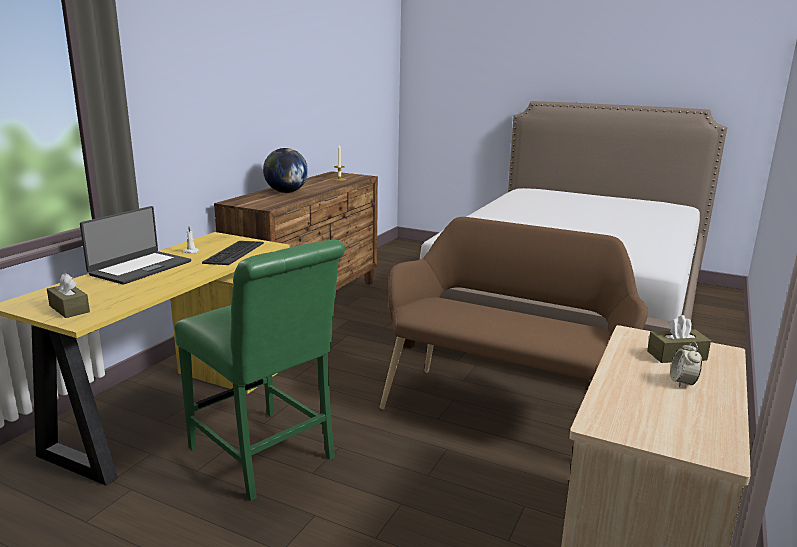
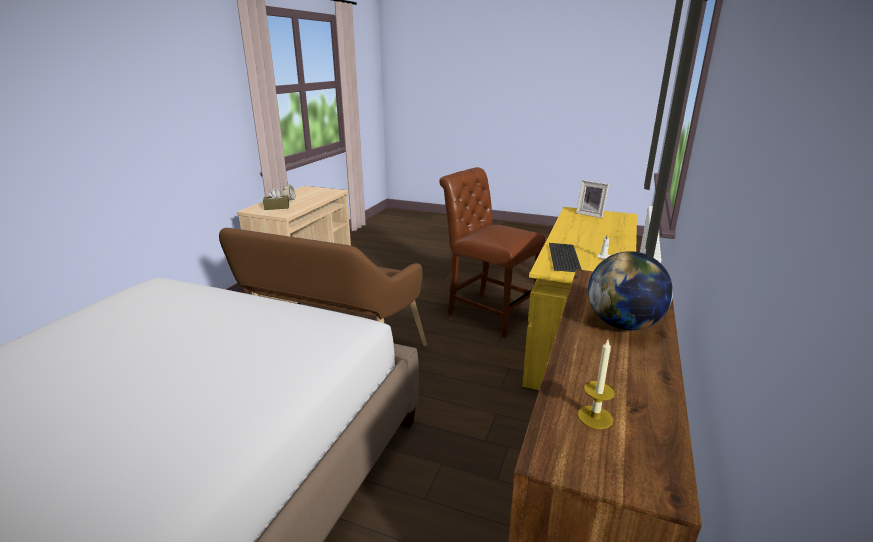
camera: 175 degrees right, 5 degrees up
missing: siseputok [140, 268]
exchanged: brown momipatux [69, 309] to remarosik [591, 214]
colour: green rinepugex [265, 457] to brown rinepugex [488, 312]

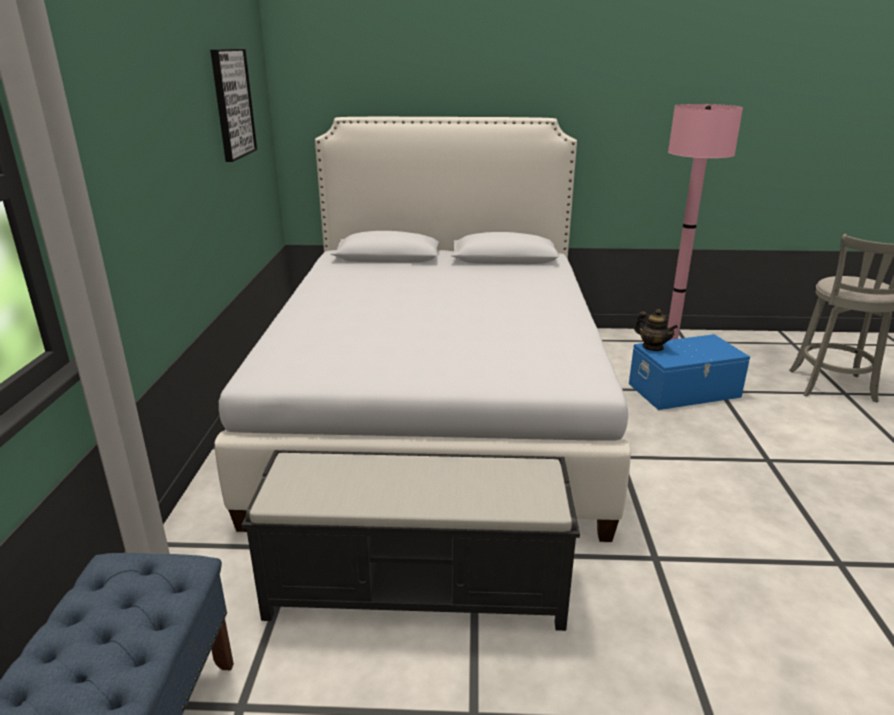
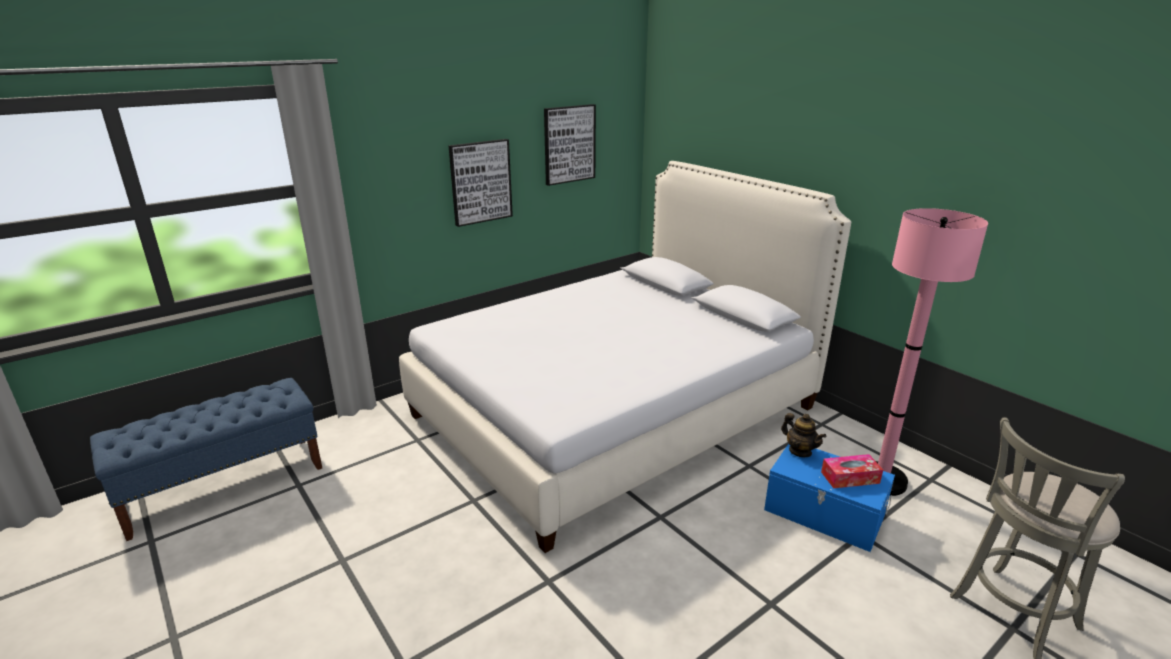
camera: 50 degrees right, 0 degrees up
missing: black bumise [419, 587]
appeared: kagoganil [480, 182]; momipatux [850, 477]
spun: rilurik [652, 347] = [800, 451] 45 degrees counterclockwise

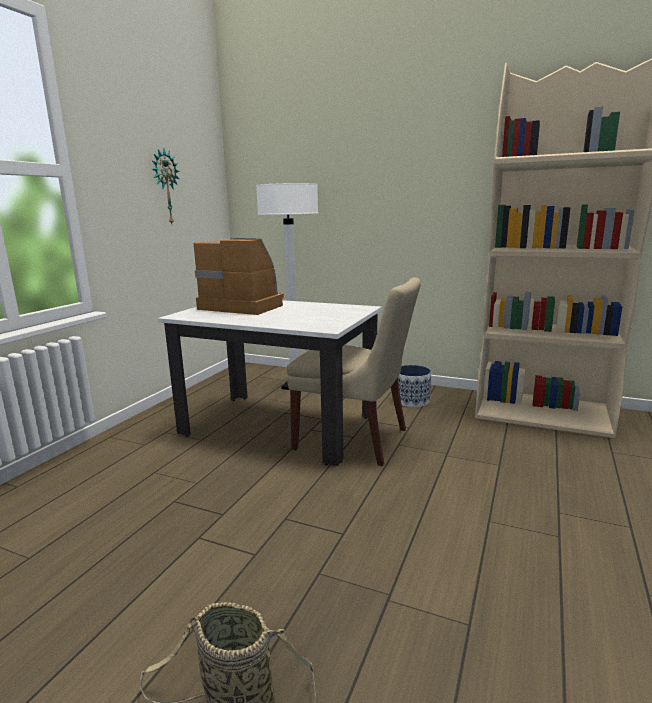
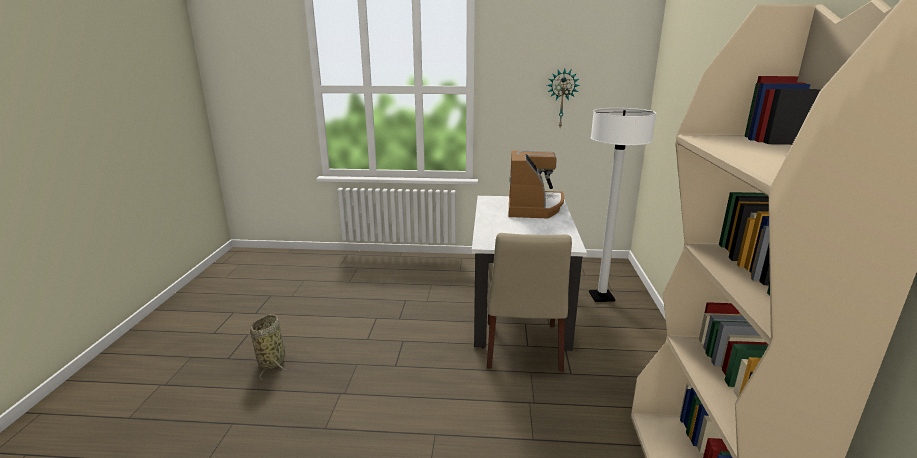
camera: 70 degrees right, 5 degrees up
missing: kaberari [412, 400]

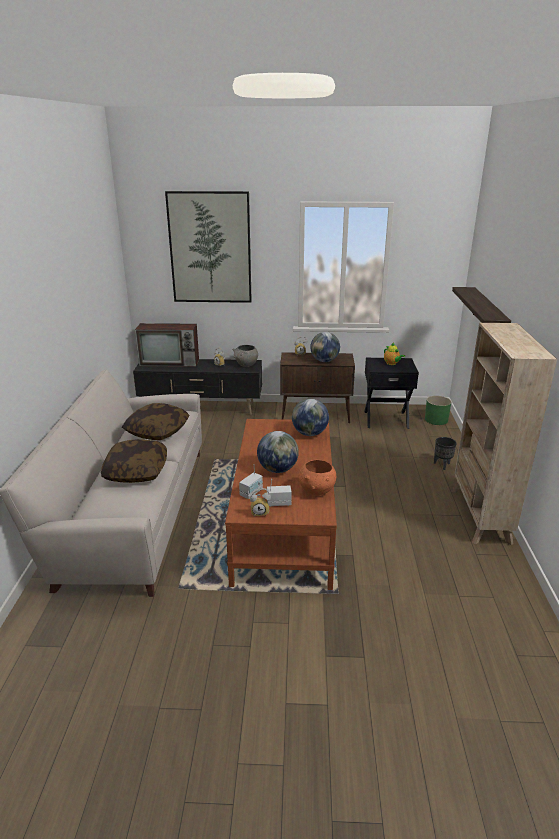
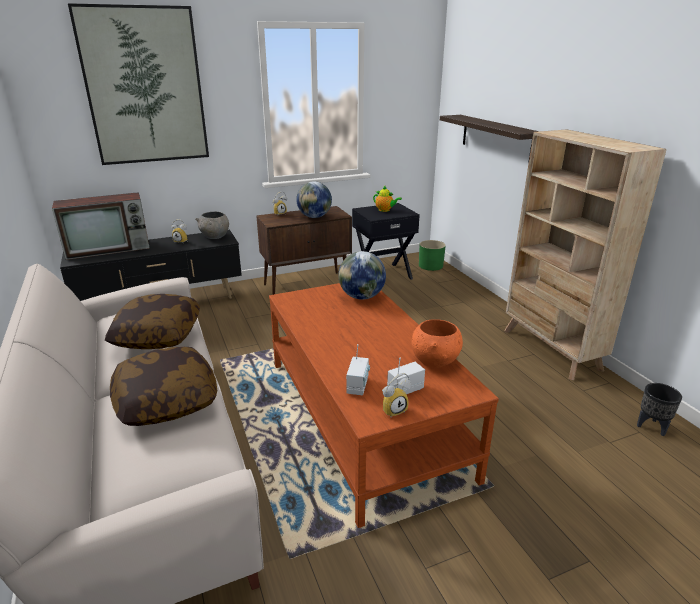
camera: 25 degrees left, 0 degrees up
missing: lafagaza [277, 469]
relocated: black kaberari [442, 465] to [652, 427]

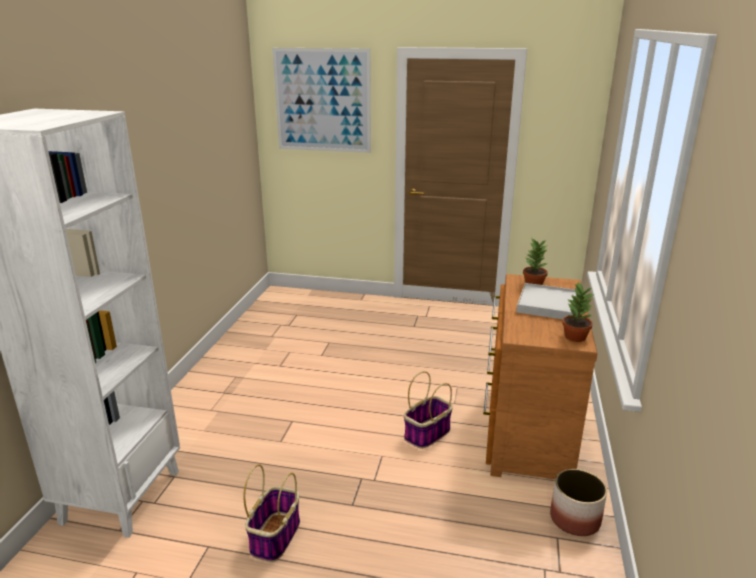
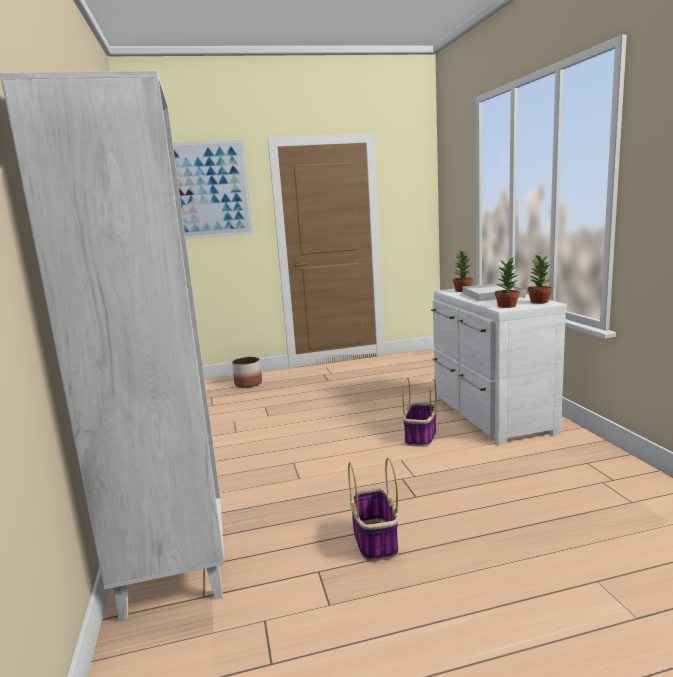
camera: 25 degrees left, 10 degrees down
appeared: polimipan [507, 306]
relocated: kaberari [575, 519] to [248, 383]
colour: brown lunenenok [525, 431] to white lunenenok [489, 415]

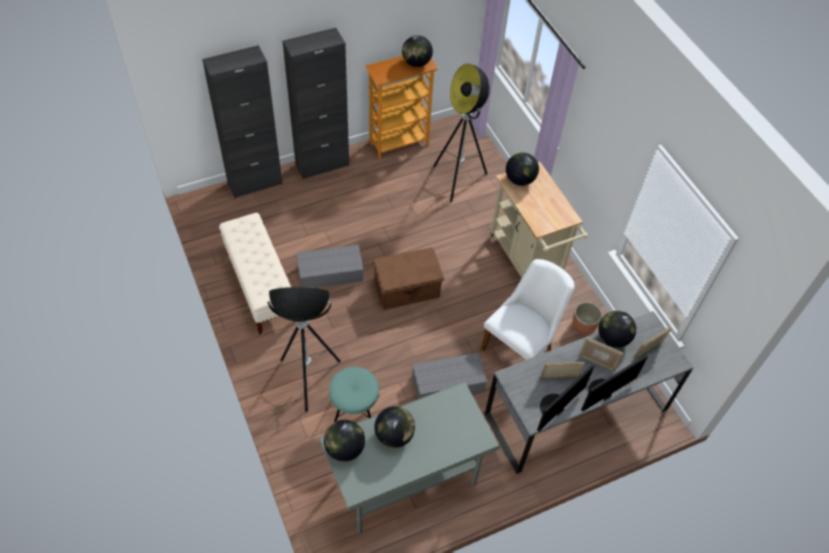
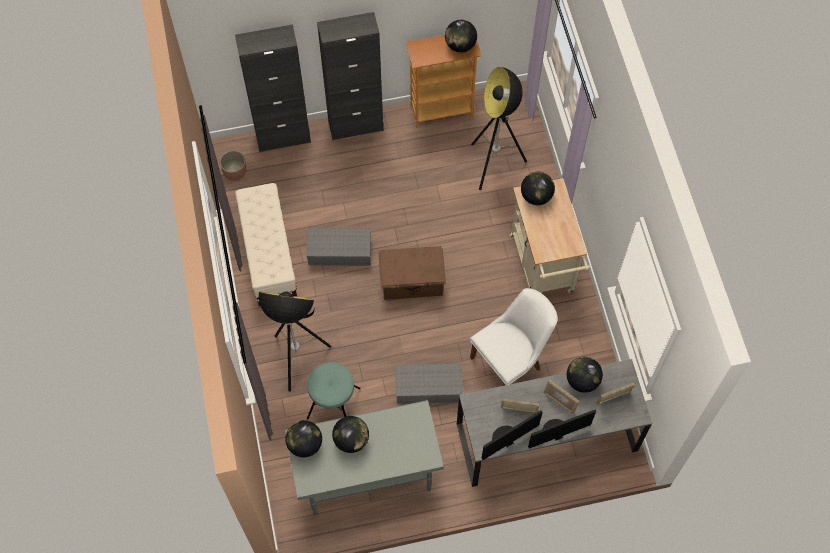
camera: 15 degrees right, 10 degrees up
relocated: kaberari [583, 326] to [235, 172]

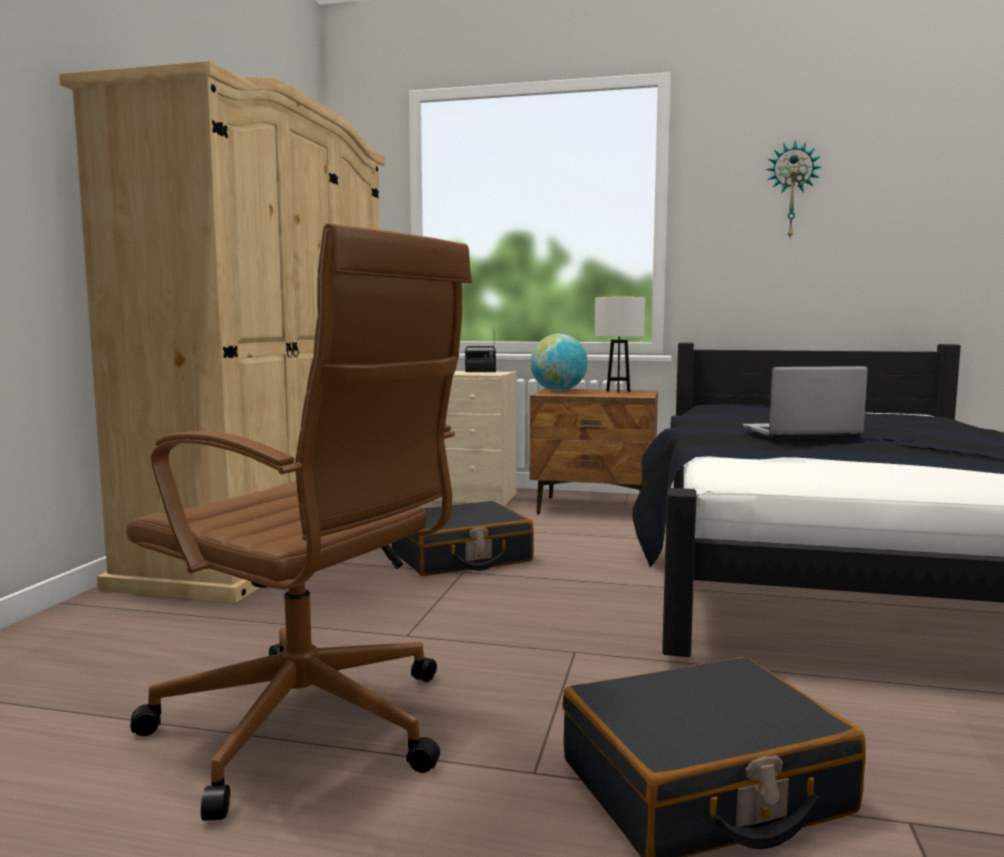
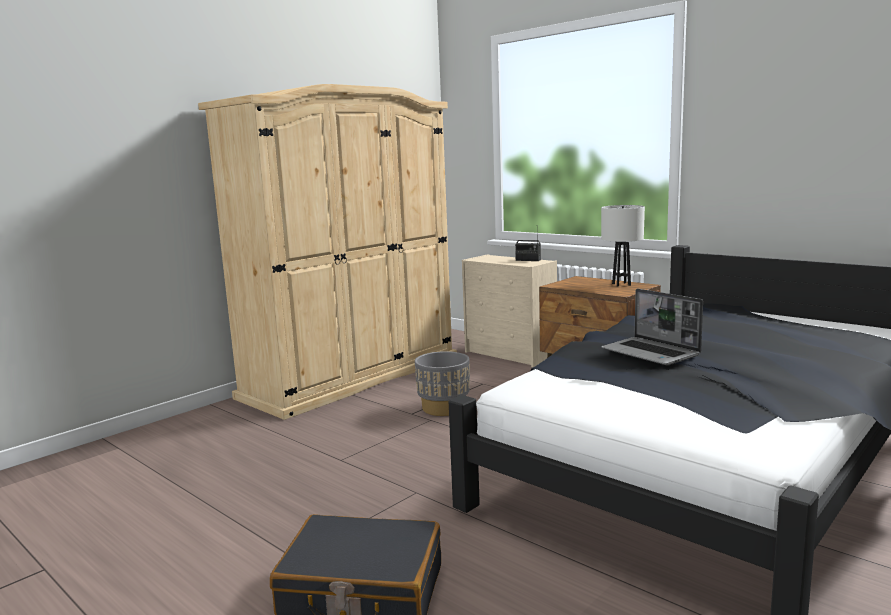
camera: 30 degrees right, 5 degrees up
missing: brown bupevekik [310, 729]; lafagaza [558, 391]; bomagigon [792, 191]
exchanged: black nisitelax [461, 557] to grey kaberari [444, 408]
spun: siseputok [799, 433] = [651, 353] 150 degrees counterclockwise

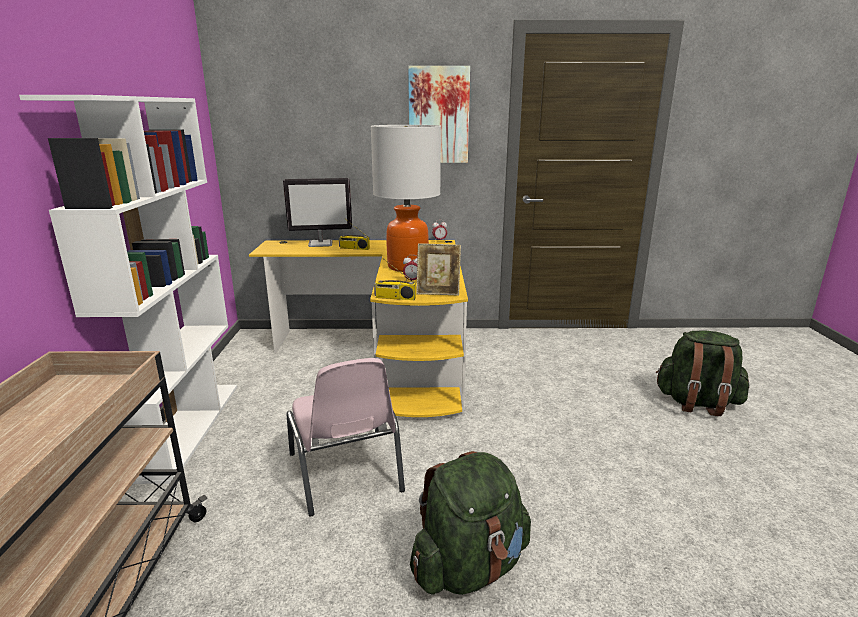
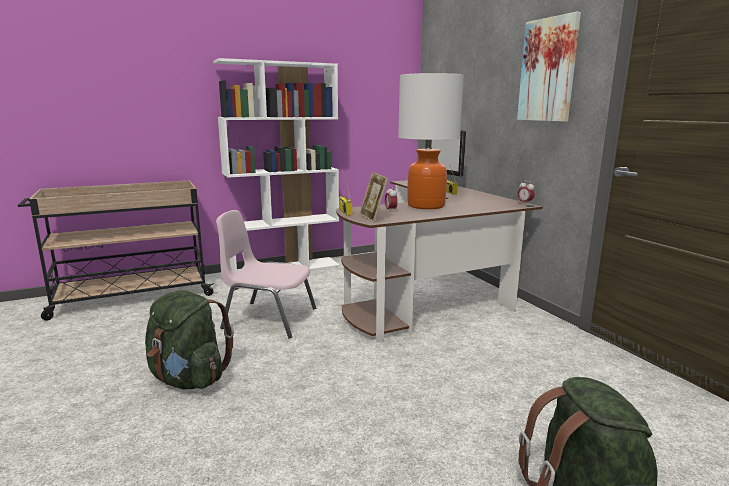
camera: 65 degrees right, 5 degrees down
colour: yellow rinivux [386, 359] to brown rinivux [434, 295]
spun: pink rinepugex [346, 473] = [268, 318] 60 degrees clockwise

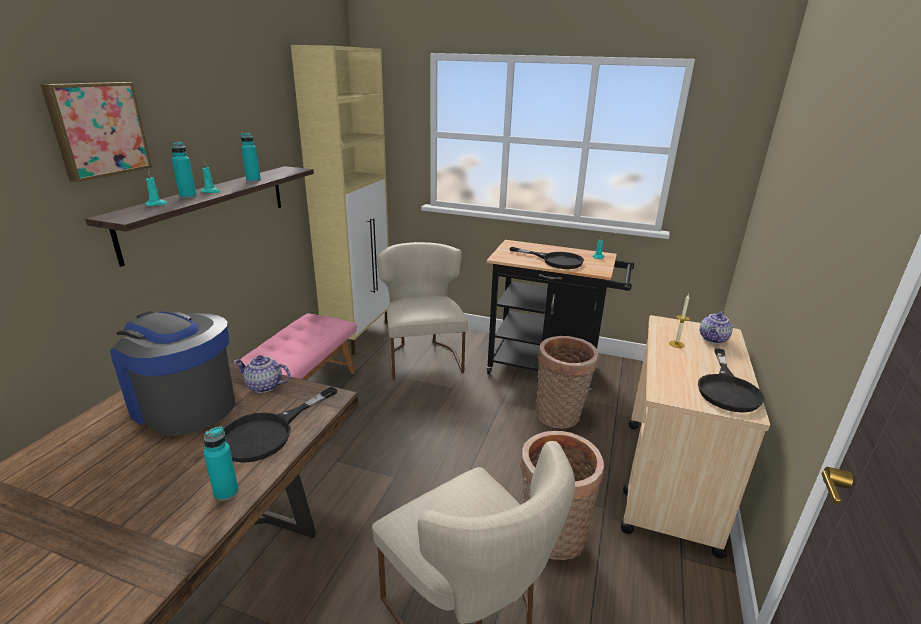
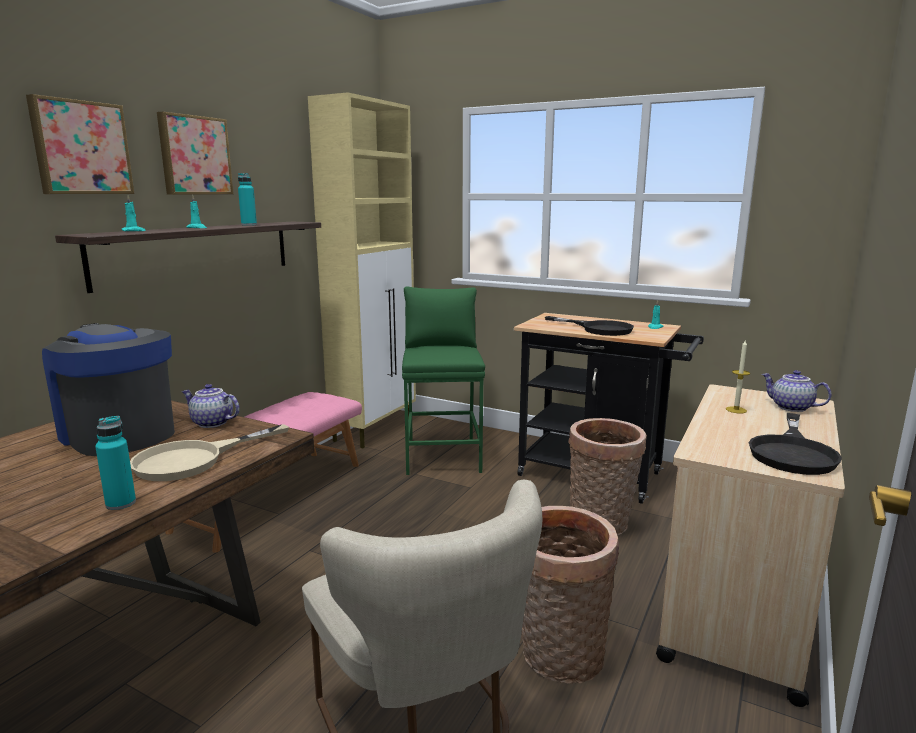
camera: 10 degrees right, 10 degrees down
missing: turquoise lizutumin [188, 197]
appeared: kagoganil [194, 155]
exchanged: beige rinepugex [422, 357] to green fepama [443, 454]
colour: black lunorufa [267, 433] to beige lunorufa [194, 459]
spun: rilurik [713, 339] = [791, 407] 90 degrees clockwise

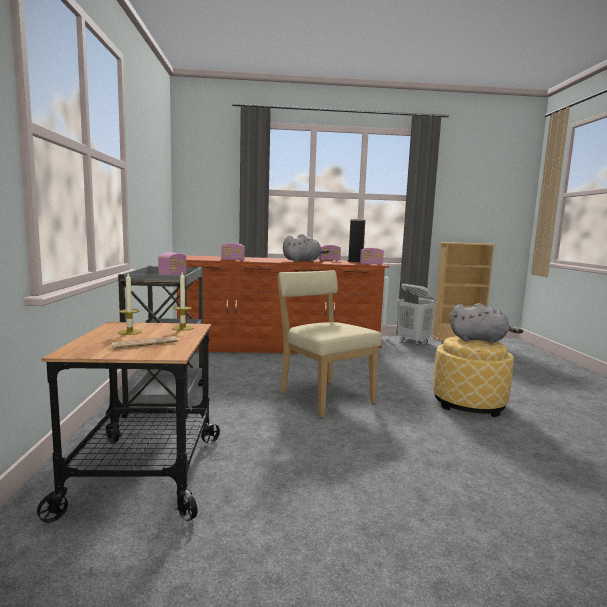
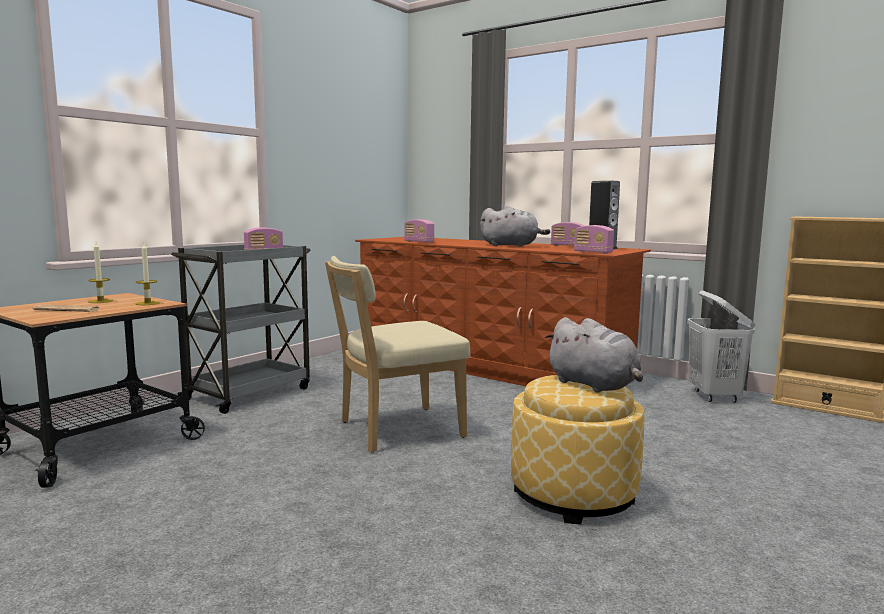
camera: 40 degrees right, 0 degrees up
spun: beige rinepugex [323, 396] = [395, 430] 120 degrees counterclockwise

